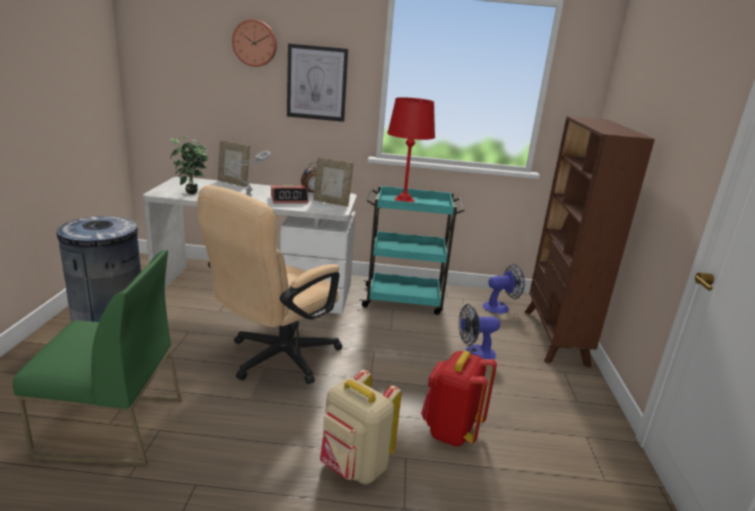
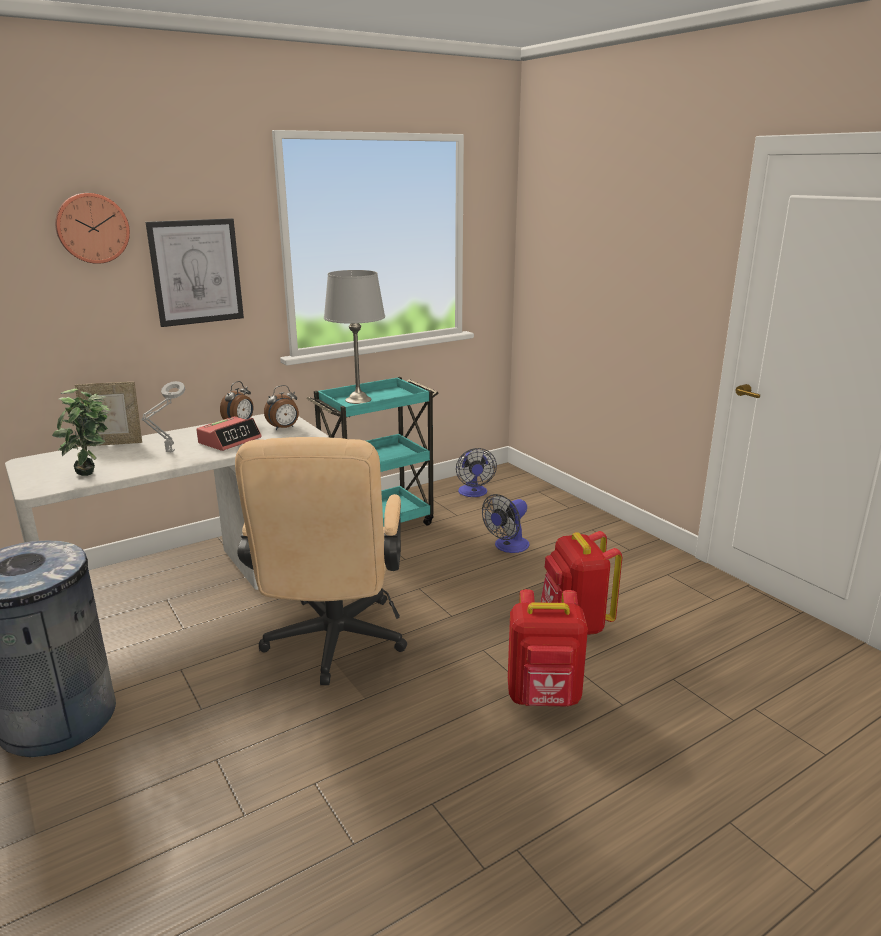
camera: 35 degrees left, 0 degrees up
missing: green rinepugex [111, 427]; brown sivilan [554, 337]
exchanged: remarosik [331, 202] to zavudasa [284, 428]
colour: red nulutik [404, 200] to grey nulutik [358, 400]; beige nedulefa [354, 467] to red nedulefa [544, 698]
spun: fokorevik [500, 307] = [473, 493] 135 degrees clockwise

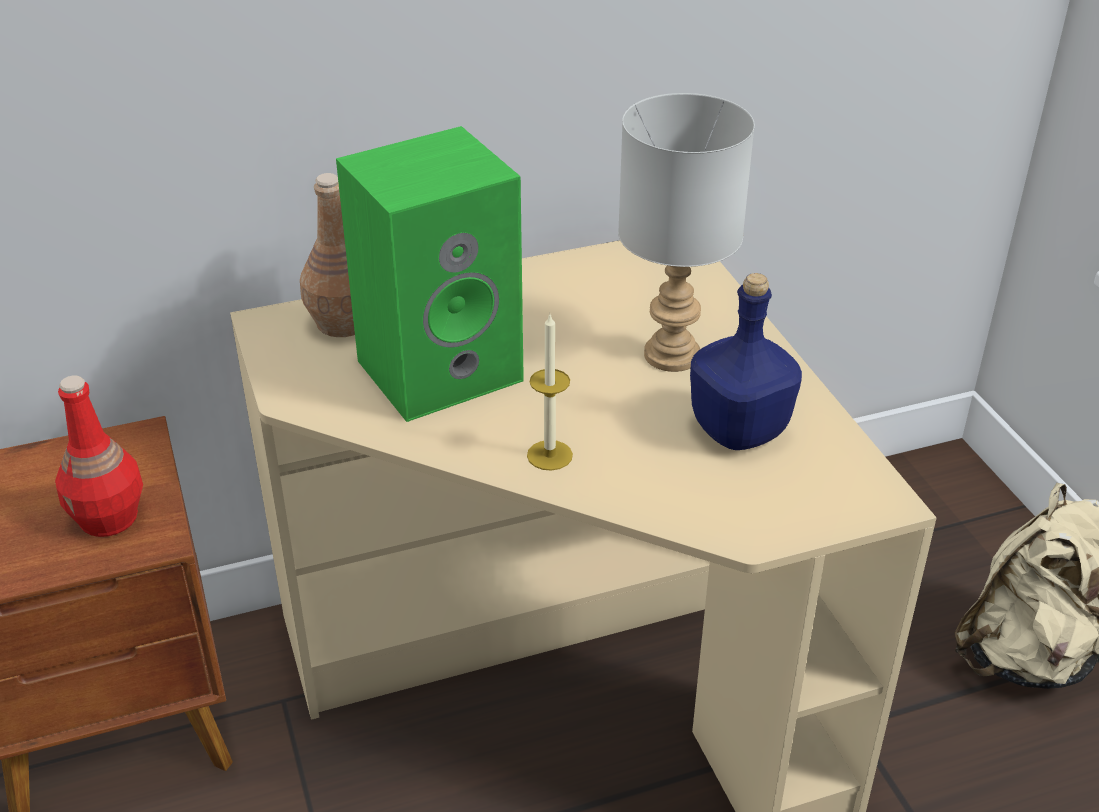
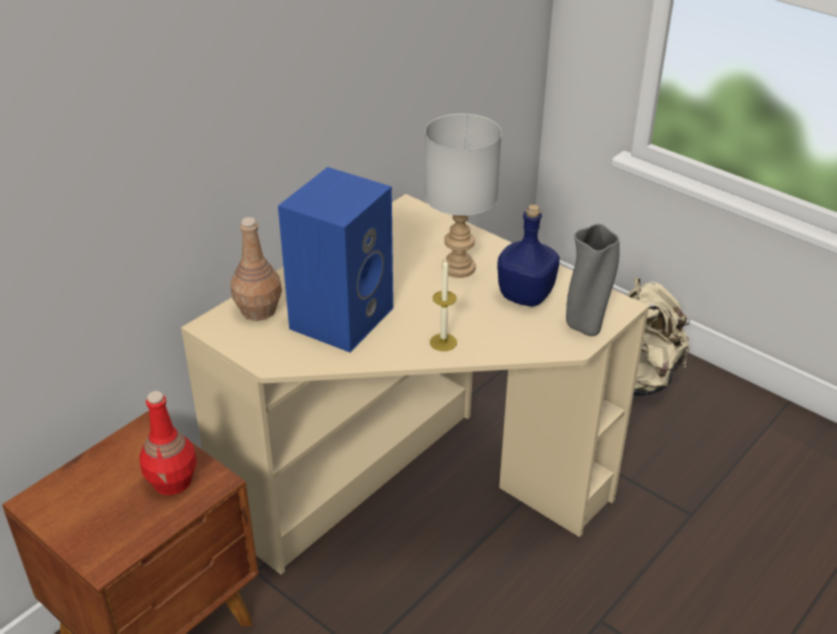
camera: 30 degrees left, 0 degrees up
appeared: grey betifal [585, 326]
colour: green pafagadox [441, 368] to blue pafagadox [341, 316]

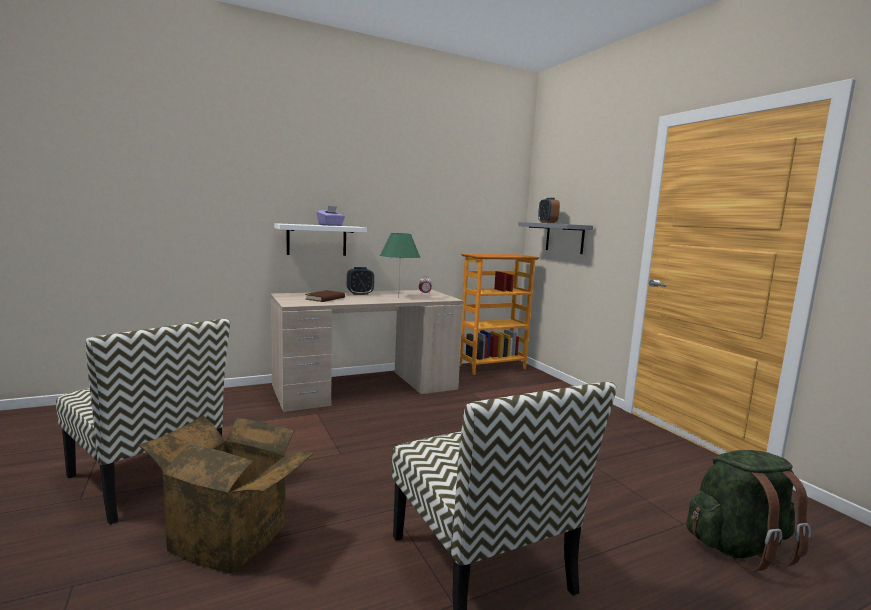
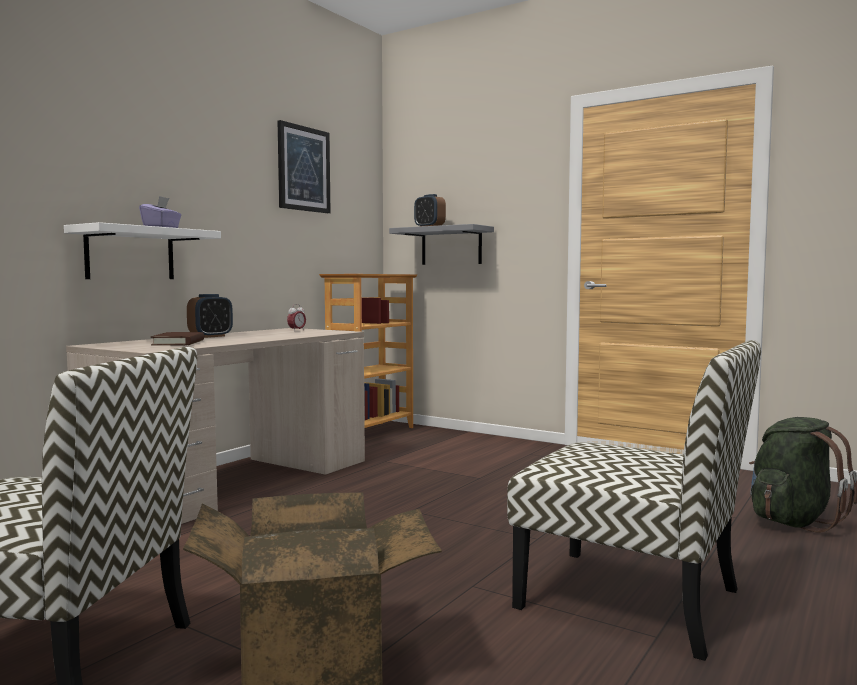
camera: 30 degrees left, 5 degrees down
missing: green nulutik [398, 297]
appeared: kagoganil [303, 169]

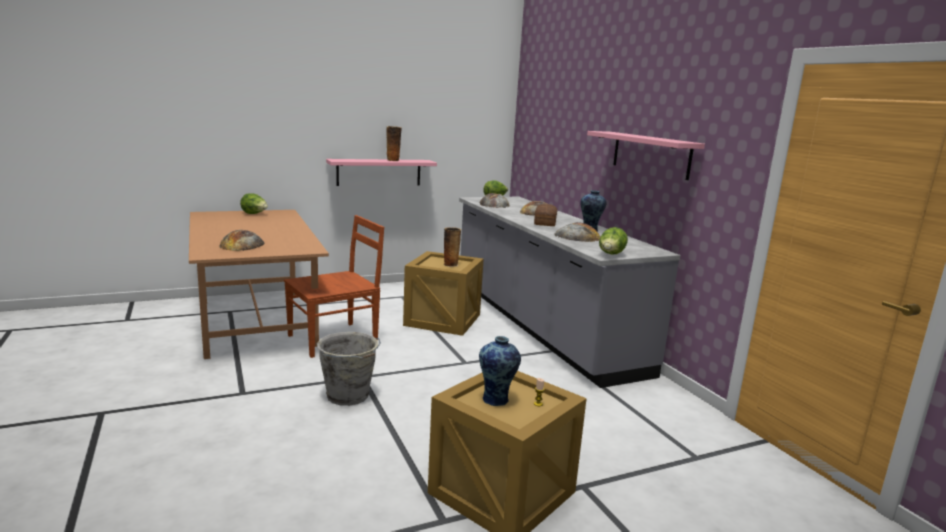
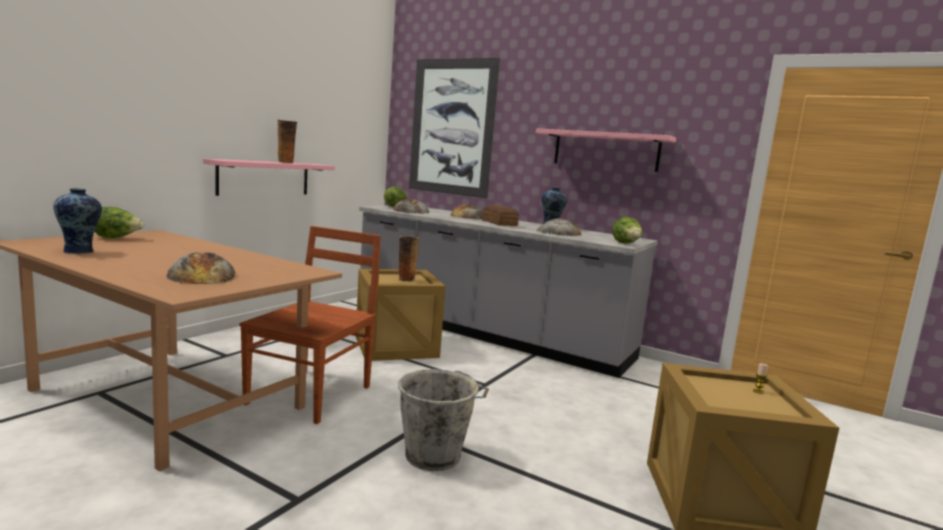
camera: 35 degrees left, 5 degrees down
appeared: kagoganil [452, 127]
relocated: betifal [497, 399] to [80, 251]

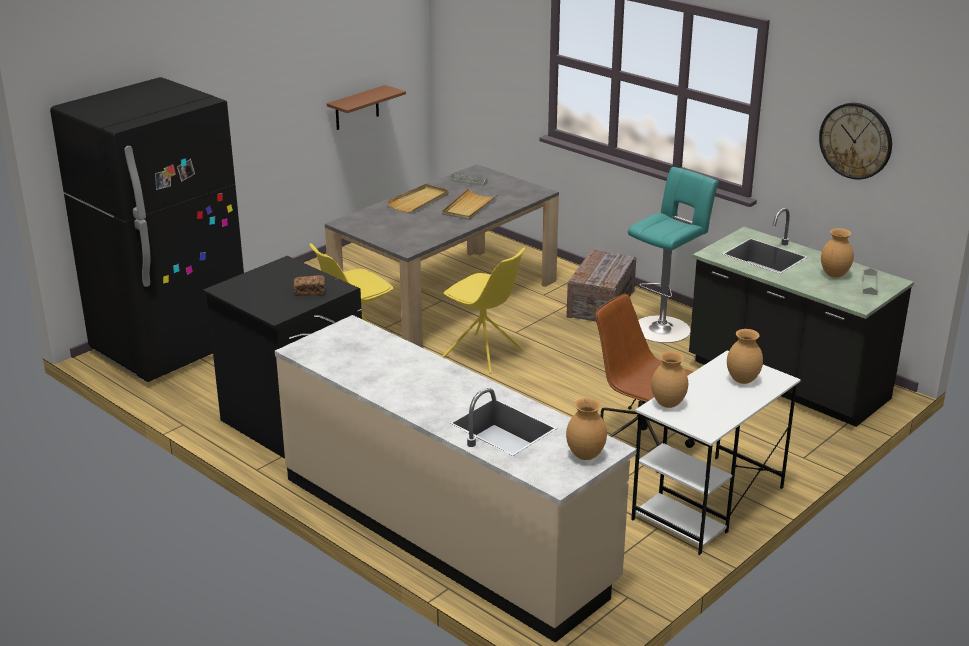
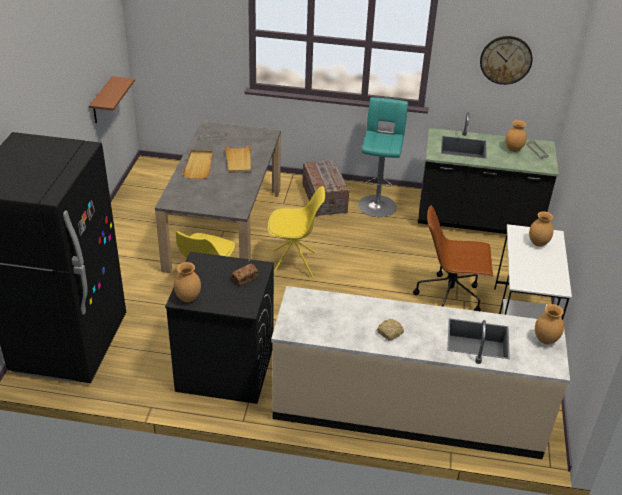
camera: 35 degrees left, 10 degrees up
appeared: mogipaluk [390, 332]
relocated: brown betifal [668, 404] to [188, 298]

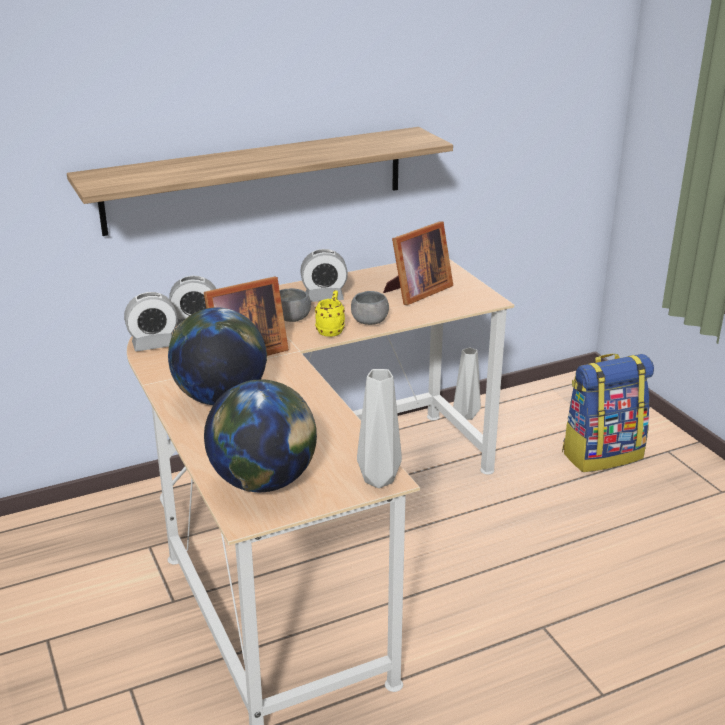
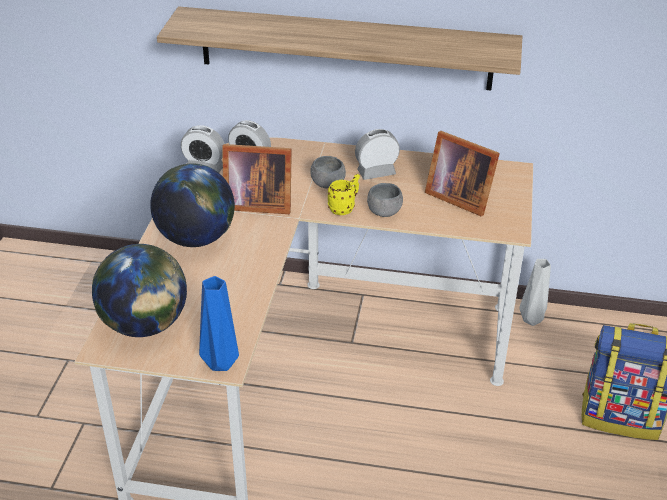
camera: 35 degrees right, 10 degrees up
colour: grey betifal [380, 481] to blue betifal [220, 364]
spun: zavudasa [324, 297] = [376, 172] 135 degrees clockwise; remarosik [416, 292] = [458, 196] 45 degrees clockwise

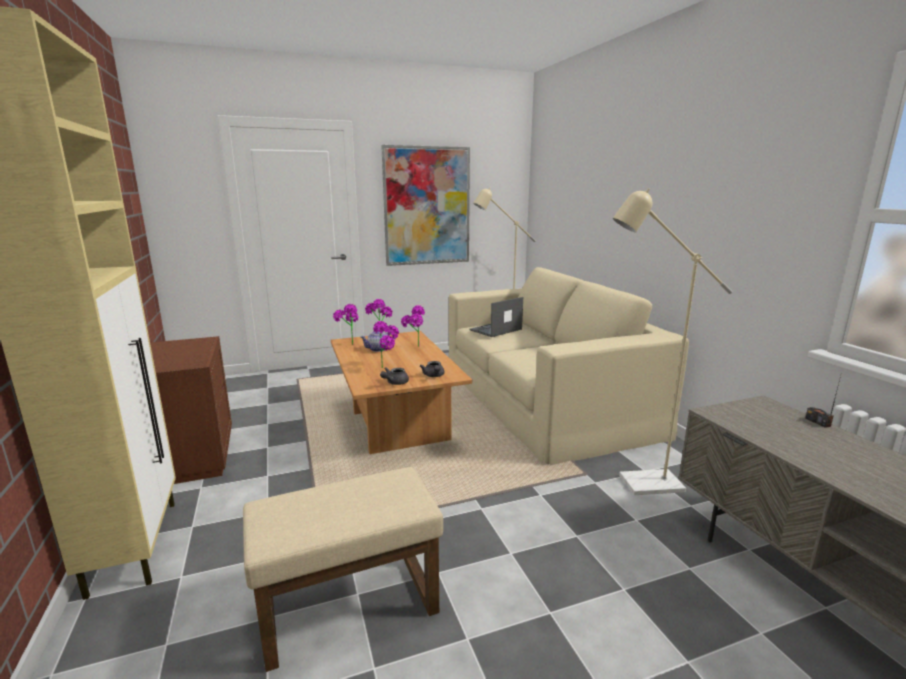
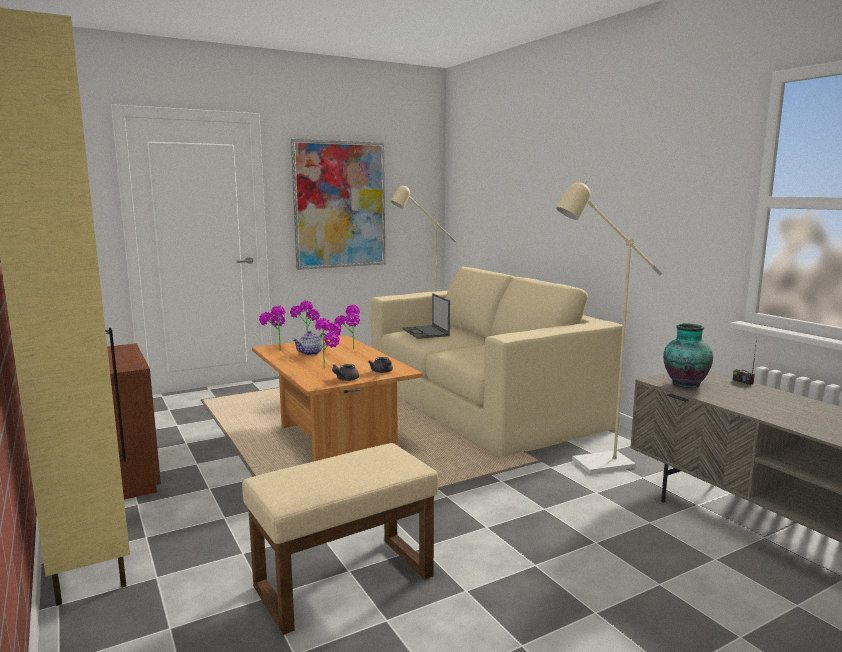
camera: 10 degrees left, 5 degrees down
appeared: betifal [684, 384]
spun: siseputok [495, 330] = [426, 332] 60 degrees counterclockwise

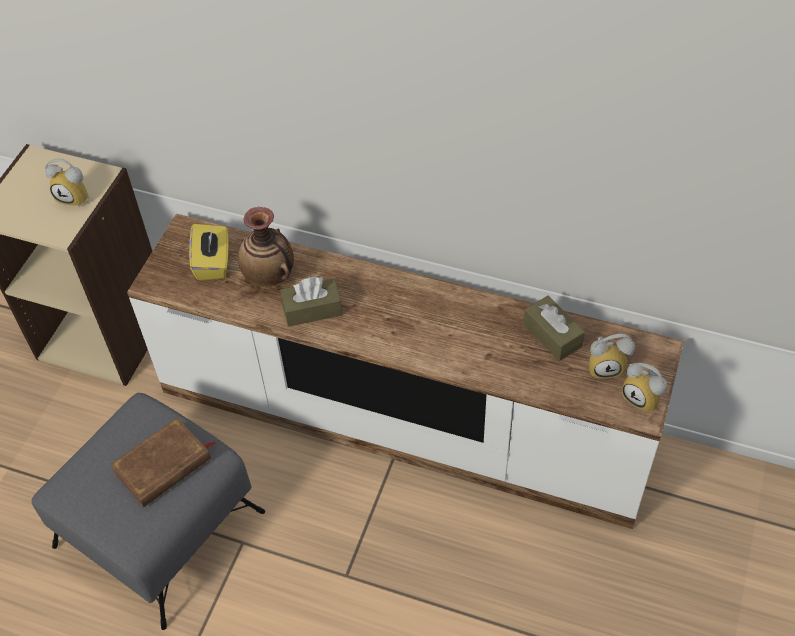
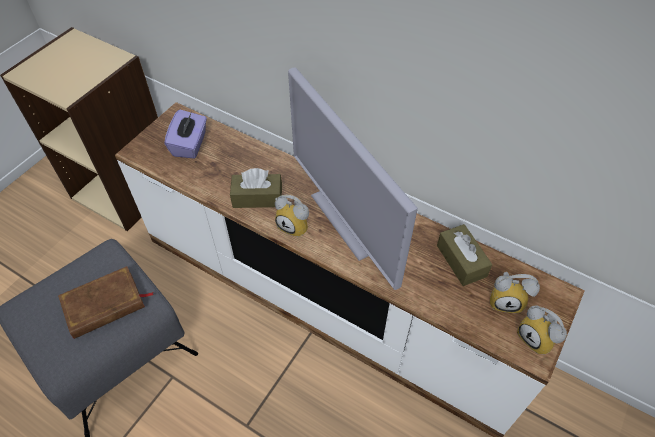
camera: 10 degrees right, 0 degrees up
missing: betifal [270, 276]
appeared: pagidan [348, 220]
relocated: zavudasa [76, 196] to [296, 226]
colour: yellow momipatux [213, 263] to purple momipatux [190, 145]

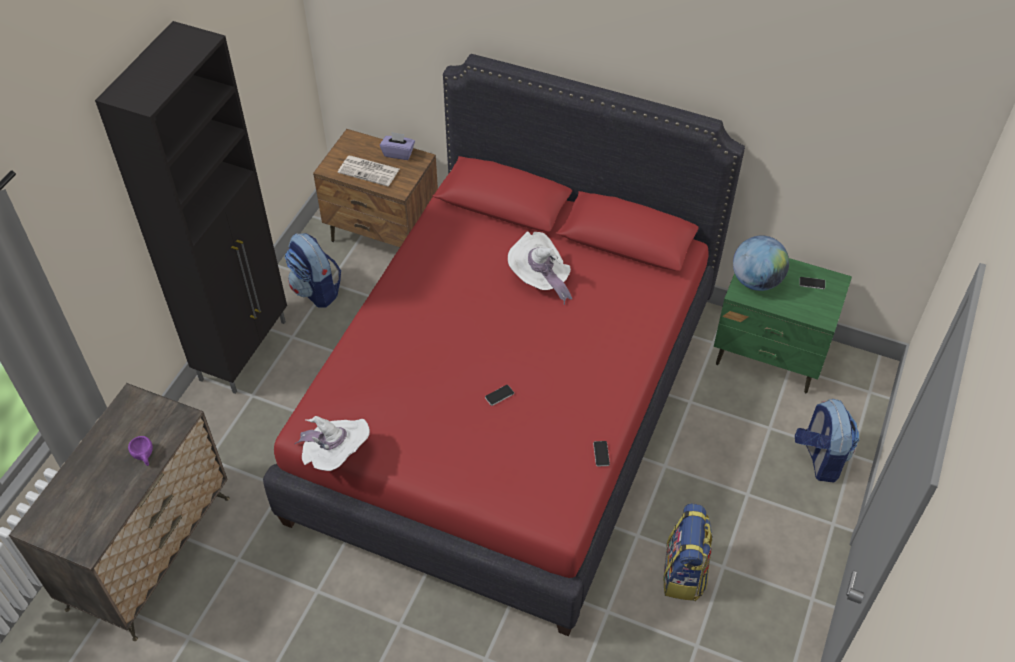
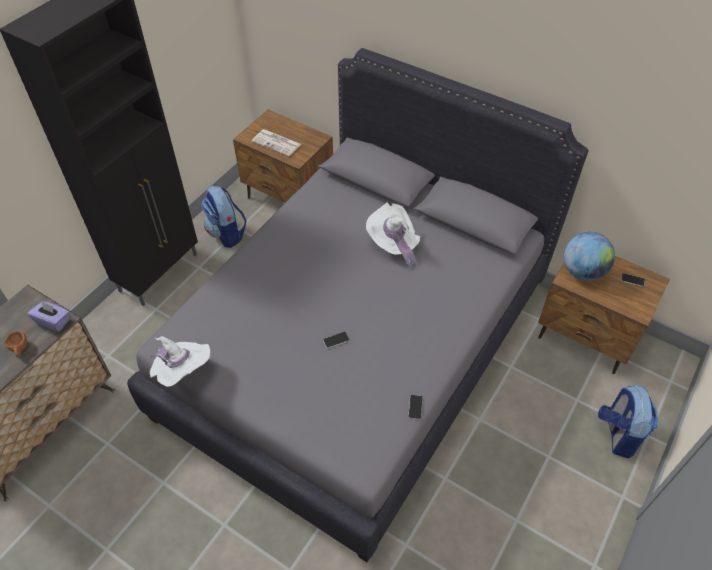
camera: 10 degrees right, 0 degrees up
missing: nedulefa [684, 573]
relocated: purple momipatux [398, 153] to [53, 321]
colour: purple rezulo [144, 456] to brown rezulo [20, 349]; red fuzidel [507, 408] to grey fuzidel [355, 349]; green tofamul [769, 355] to brown tofamul [586, 336]

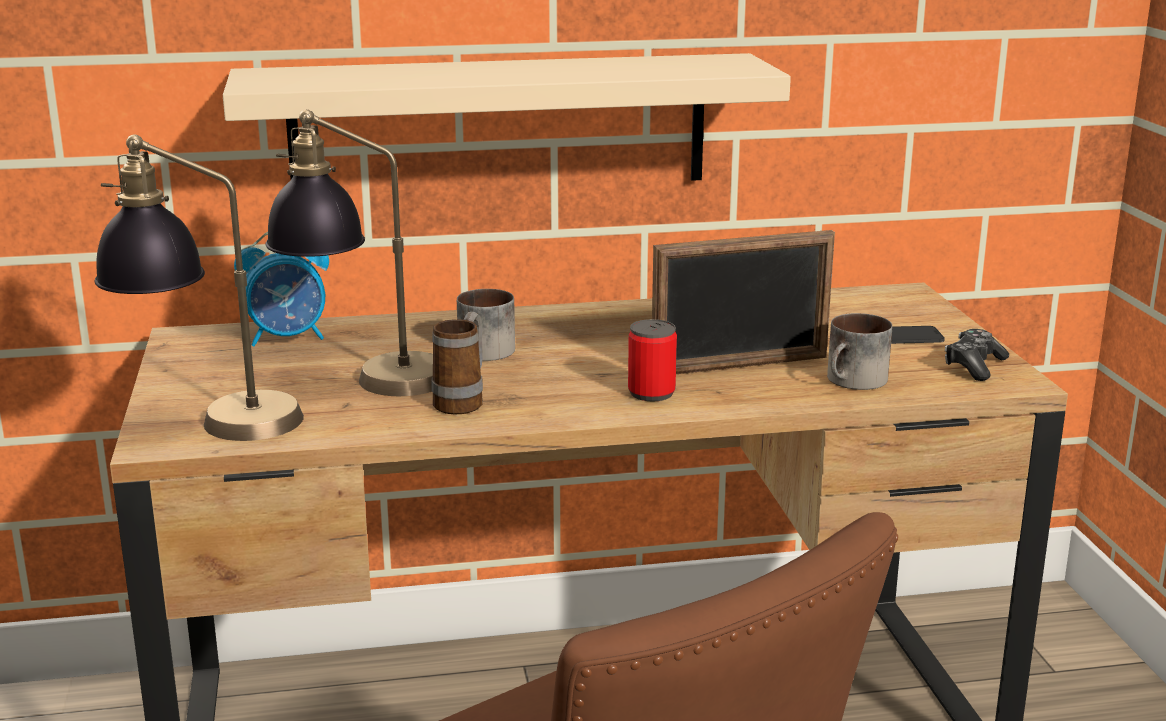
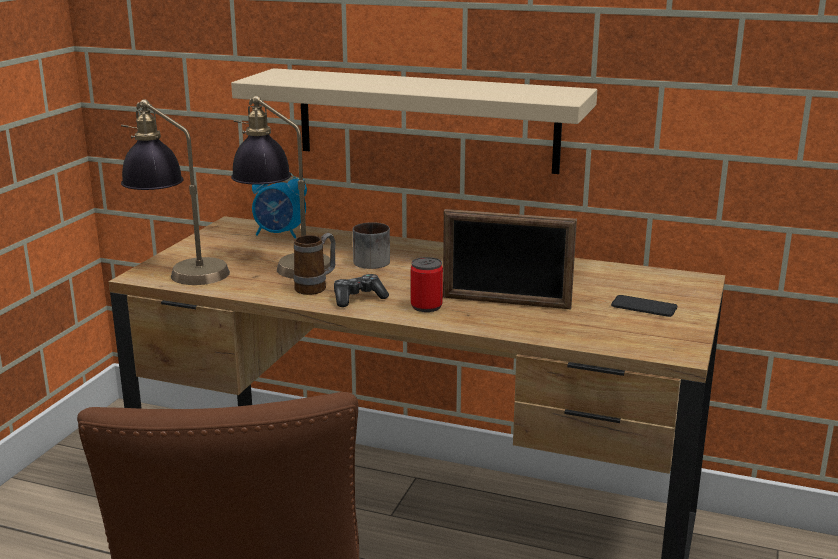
camera: 30 degrees right, 0 degrees up
missing: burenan [855, 382]
relocated: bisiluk [974, 366] to [358, 298]

